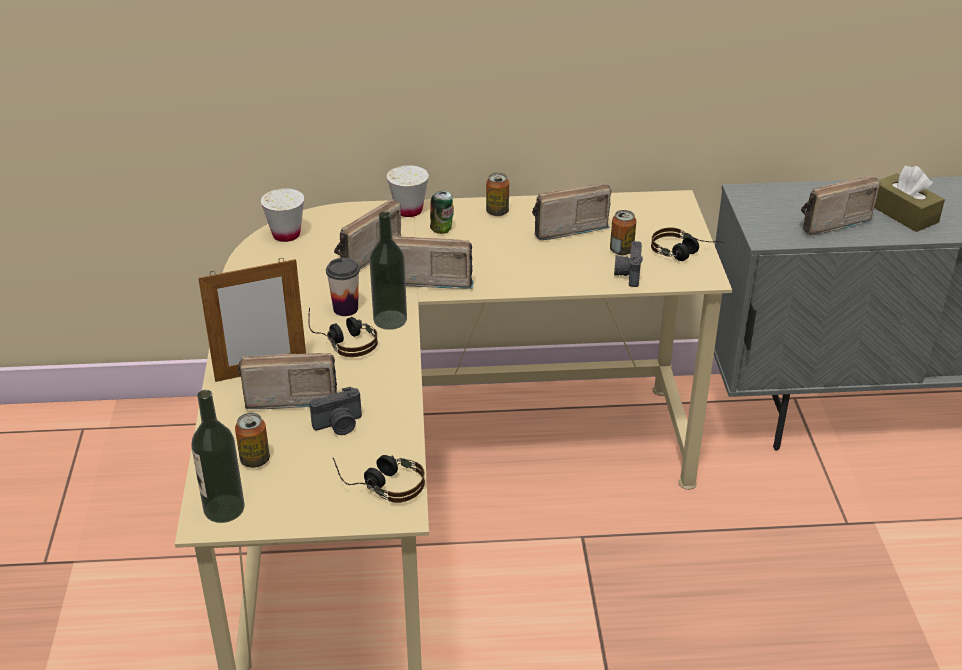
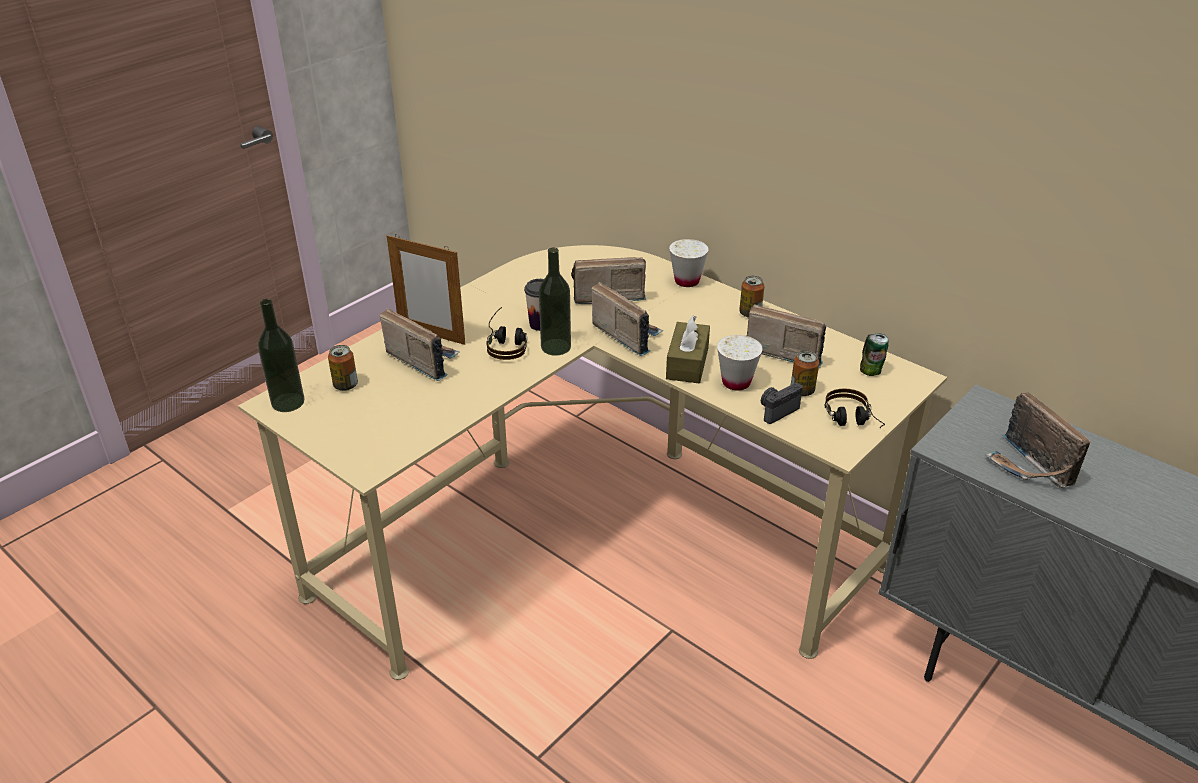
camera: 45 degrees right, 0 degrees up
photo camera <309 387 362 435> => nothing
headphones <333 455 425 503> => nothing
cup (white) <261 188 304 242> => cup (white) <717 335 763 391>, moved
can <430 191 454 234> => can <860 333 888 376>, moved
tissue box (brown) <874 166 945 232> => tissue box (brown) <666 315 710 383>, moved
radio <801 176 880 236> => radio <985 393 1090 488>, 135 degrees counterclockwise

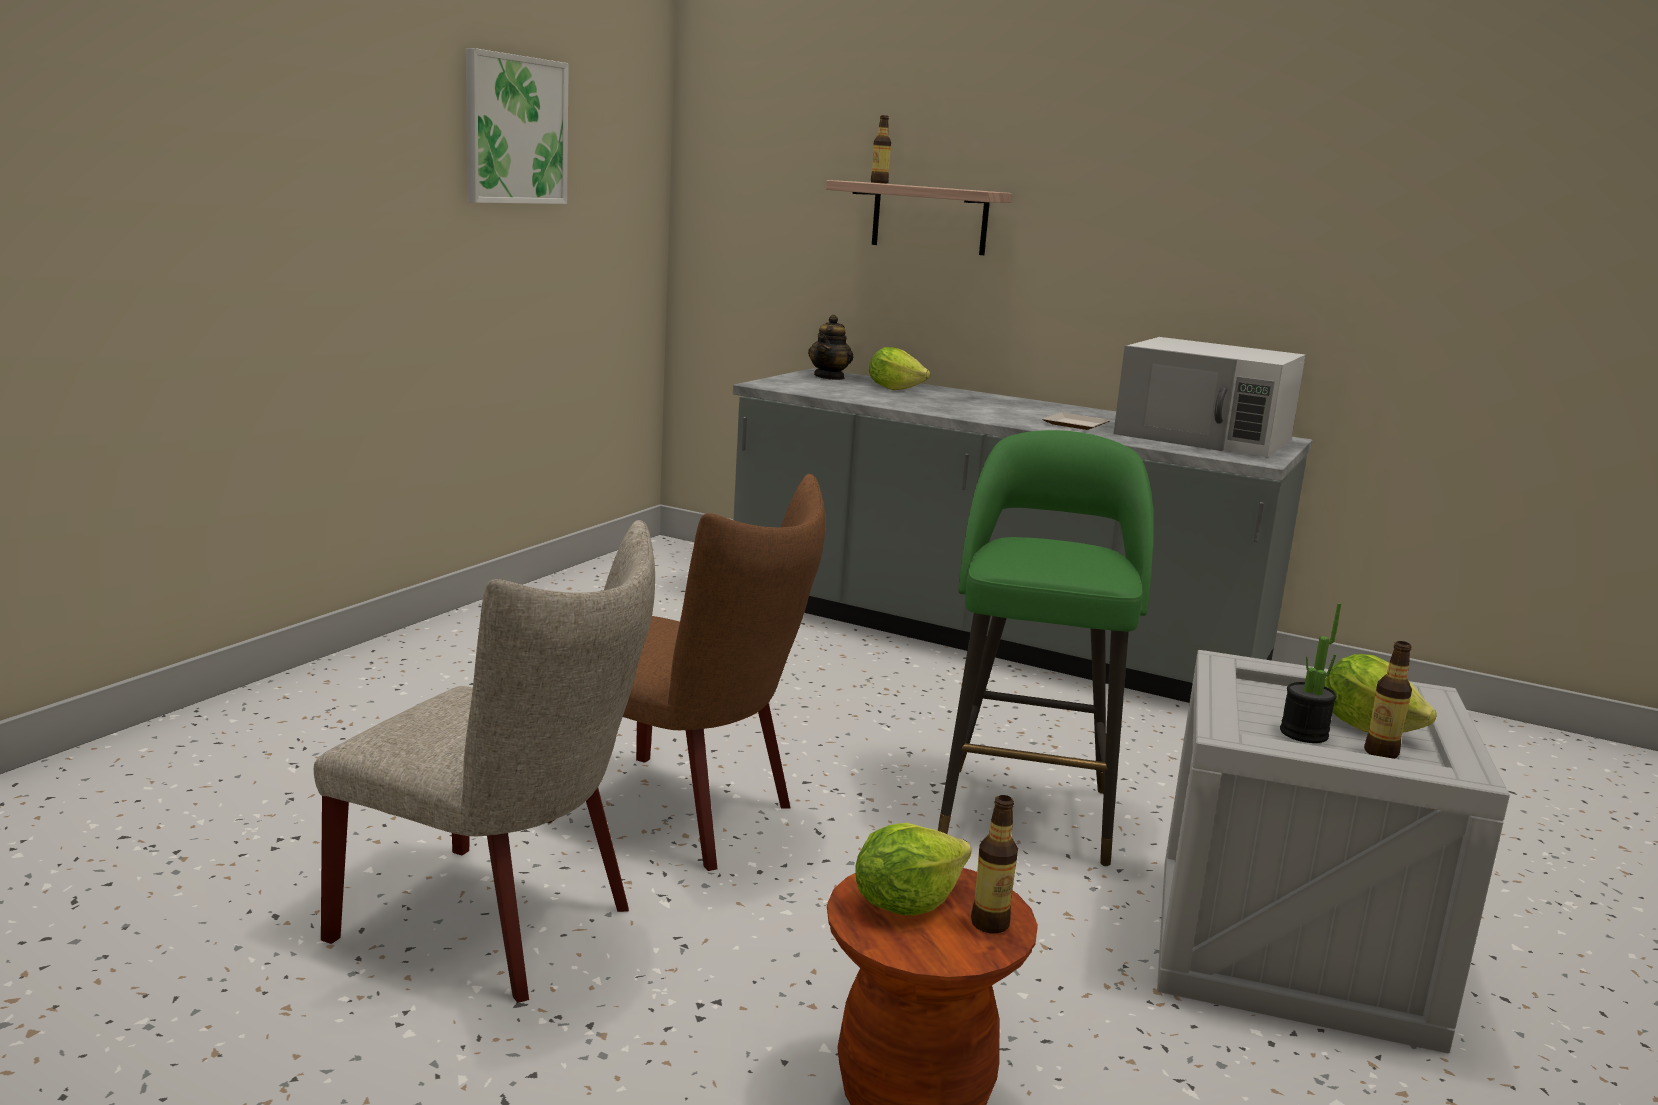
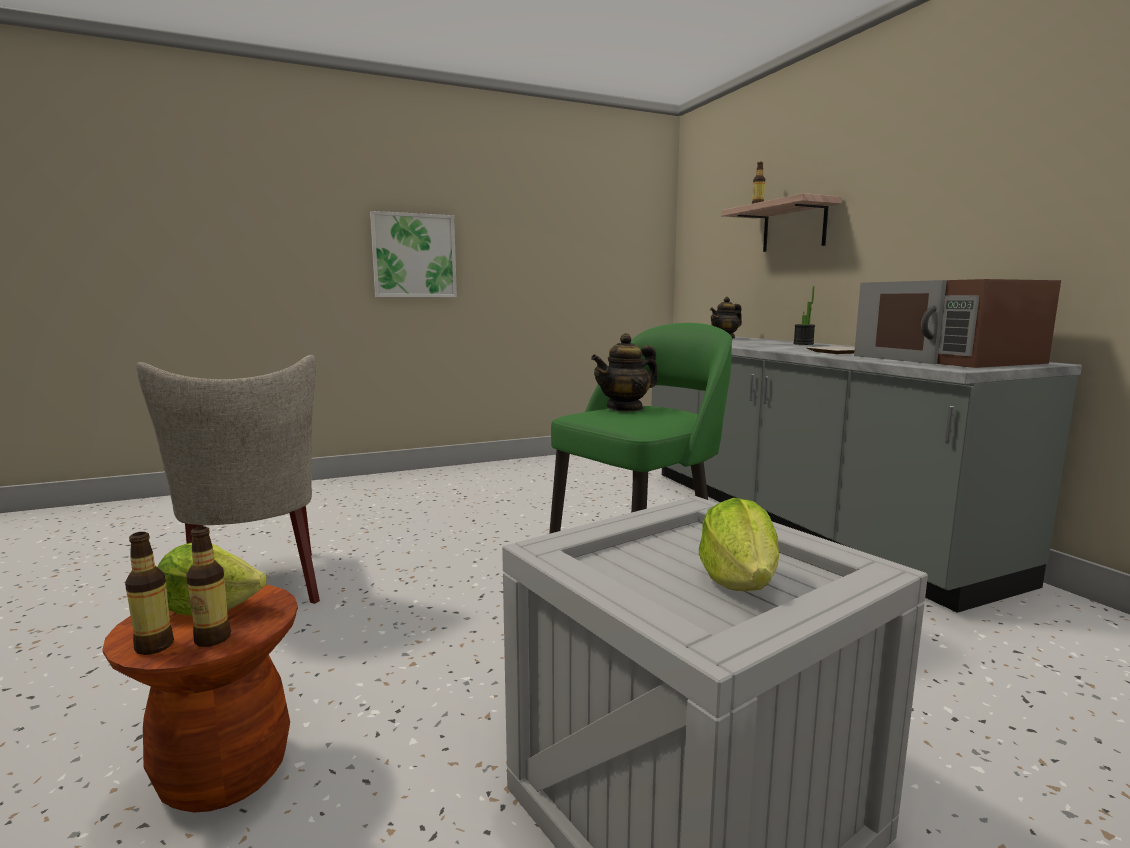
camera: 40 degrees right, 5 degrees down
chair (brown) <548 474 825 871> => nothing
lettuce <869 347 930 390> => nothing
nothing => teapot <591 333 658 412>
picture <466 48 569 204> => picture <370 211 457 297>, moved
potted plant <1280 603 1341 743> => potted plant <793 286 815 345>, moved
bottle <1364 641 1412 759> => bottle <125 532 174 655>, moved
microwave (white) <1113 337 1305 457> => microwave (brown) <854 279 1061 368>

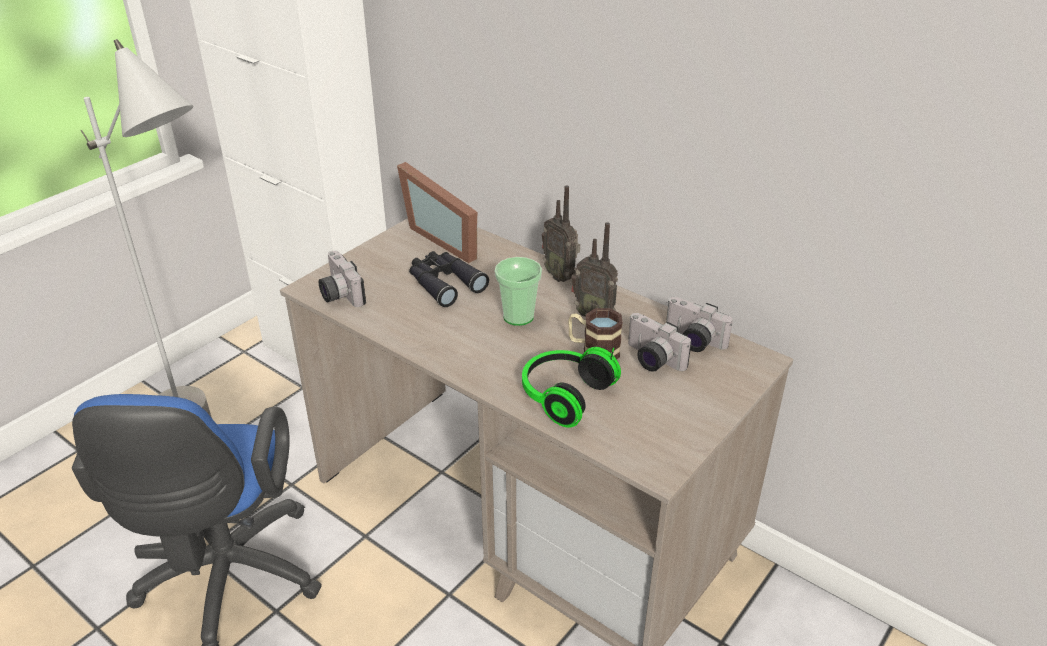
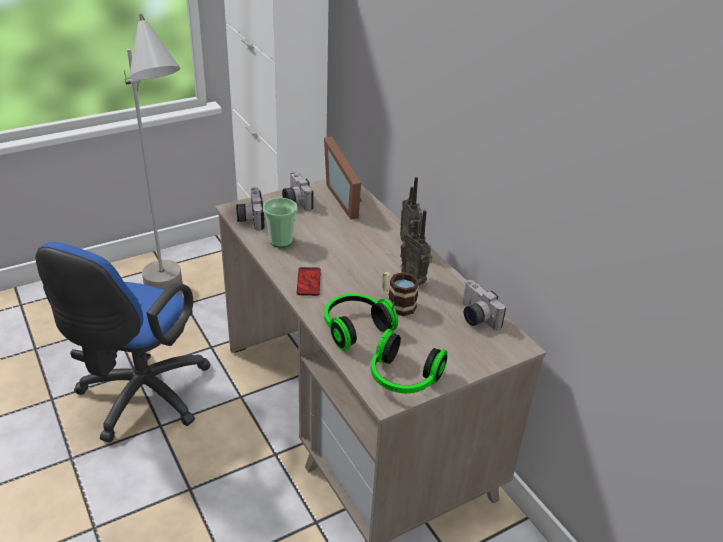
camera: 20 degrees right, 0 degrees up
binoculars (black) <409 251 489 307> => nothing
nothing => phone <297 267 321 296>
nothing => headphones <371 322 448 393>
cup <495 257 542 326> => cup <263 198 297 248>, moved
photo camera <628 313 691 372> => photo camera <282 171 313 211>, moved

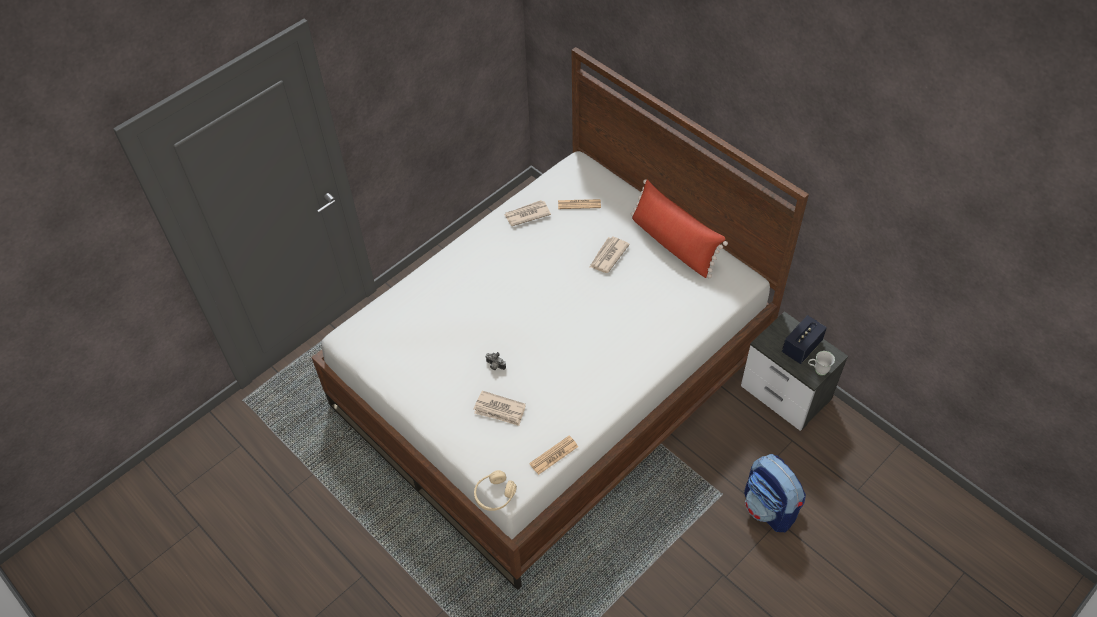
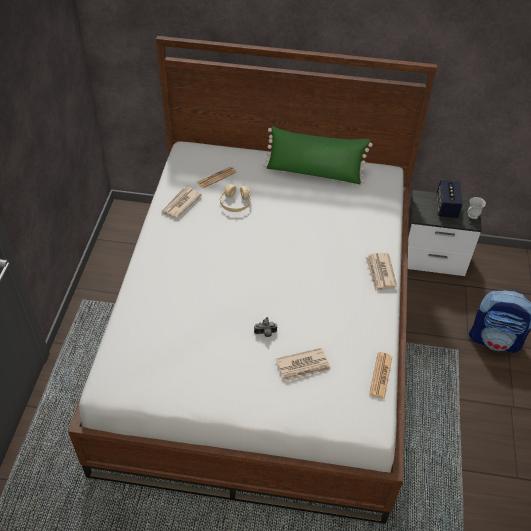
camera: 40 degrees left, 5 degrees down
headphones (beige) <474 470 517 511> => headphones (beige) <220 184 251 212>, moved
newspaper <590 236 630 273> => newspaper <365 253 397 291>, moved
pillow (red) <631 179 728 278> => pillow (green) <263 126 373 184>

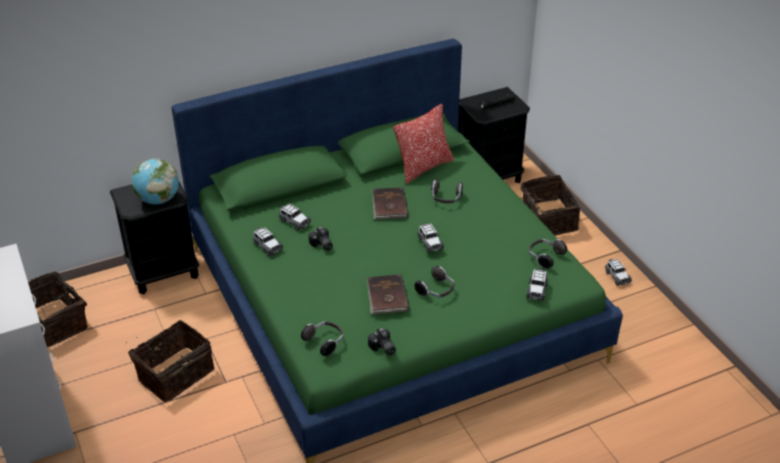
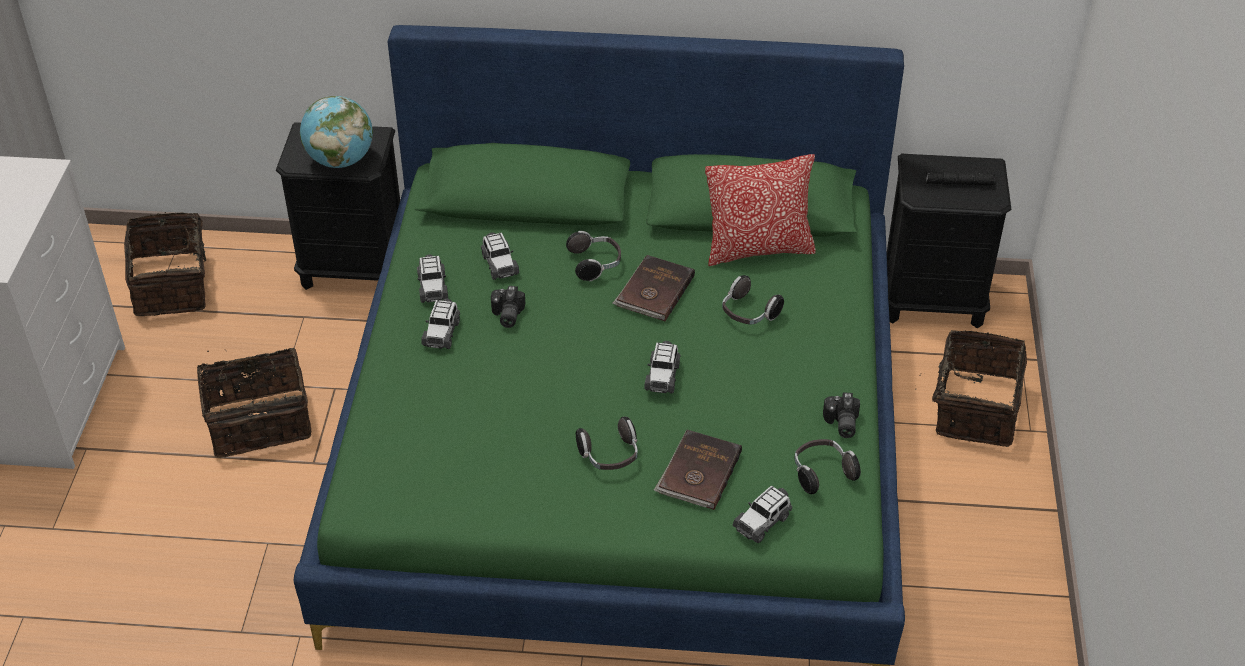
camera: 30 degrees right, 5 degrees up
headphones <301 321 343 356> => headphones <566 231 621 281>, moved
book (brown) <367 274 409 314> => book (brown) <654 430 742 510>, moved
photo camera <368 327 396 356> => photo camera <823 393 860 438>, moved
toy car <605 259 632 286> => toy car <421 299 460 349>, moved

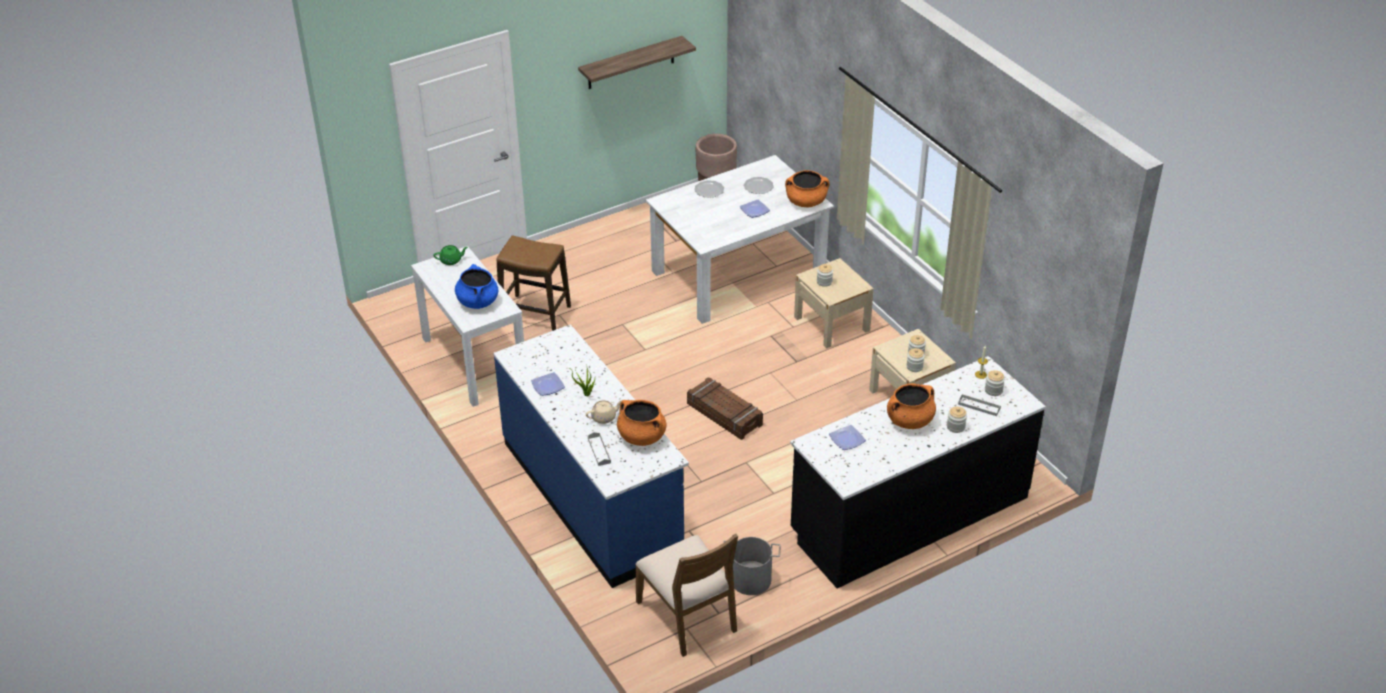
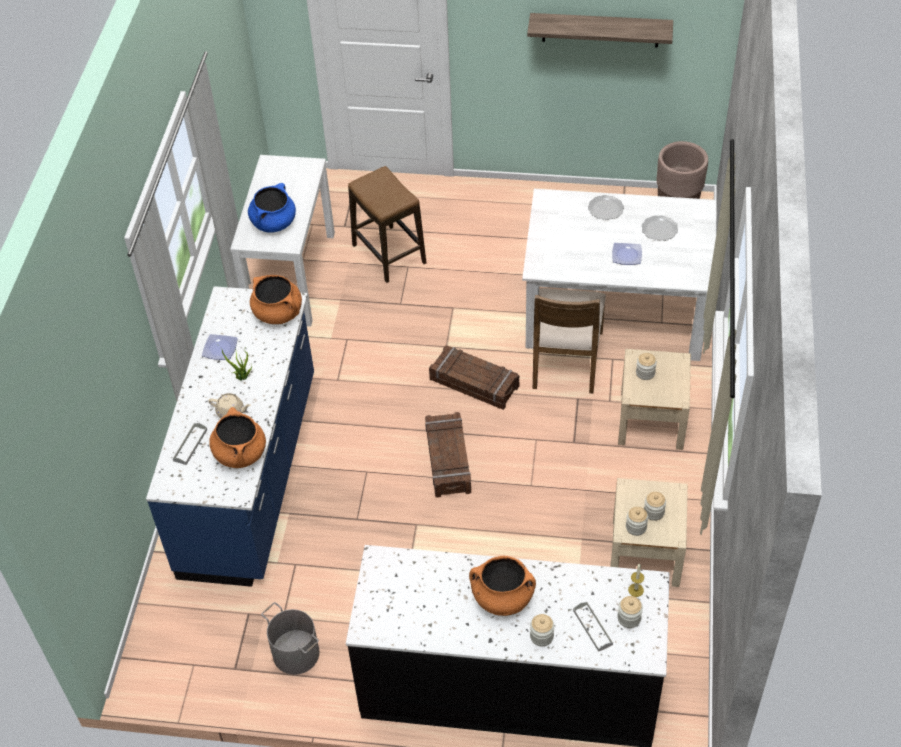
camera: 40 degrees right, 10 degrees up
teapot (green) <434 245 468 265> => nothing
plate <829 425 866 450> => nothing
nothing => crate <429 345 519 410>
chair (brown) <635 534 738 657> => chair (brown) <533 288 606 393>, moved
cooking pot (orange) <785 170 830 207> => cooking pot (orange) <250 275 302 324>, moved

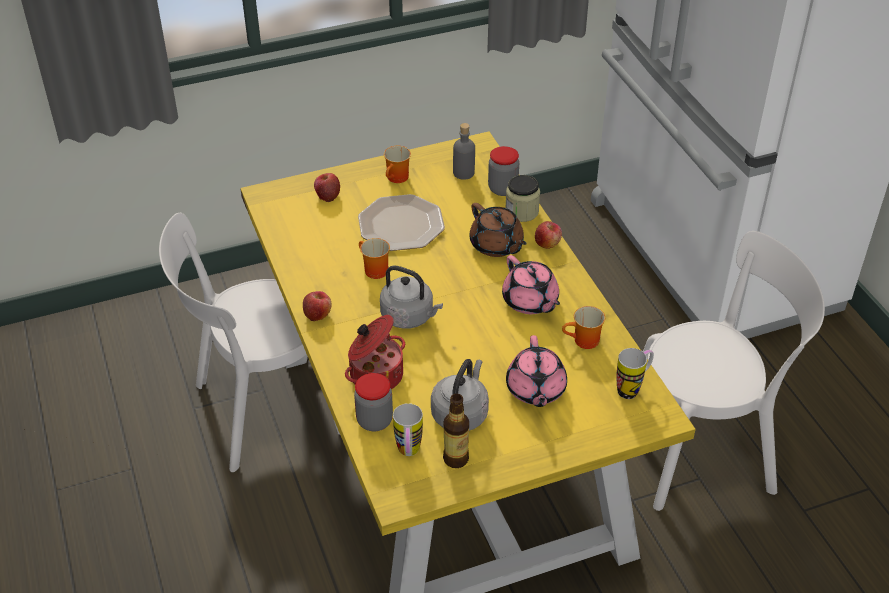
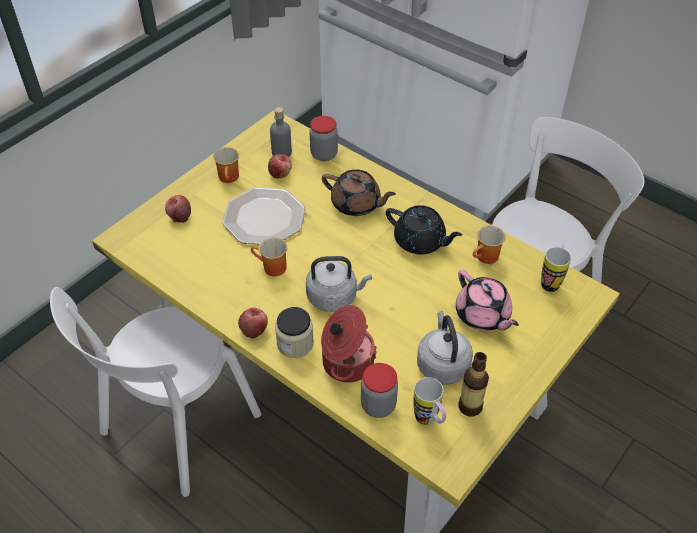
camera: 30 degrees left, 5 degrees up
jar <506 175 540 222> => jar <275 307 314 358>, moved
apple <535 221 562 249> => apple <268 154 292 179>, moved
teapot (pink) <502 255 560 314> => teapot (black) <386 205 463 255>

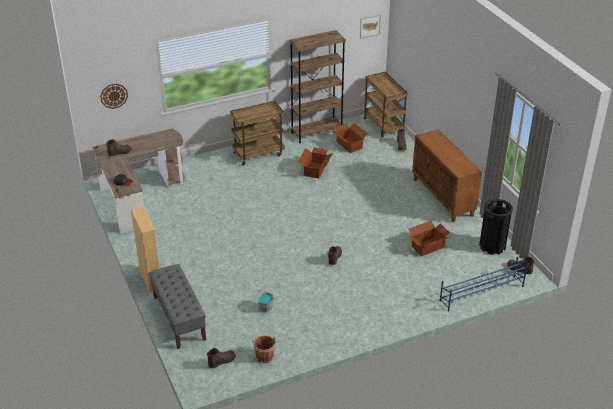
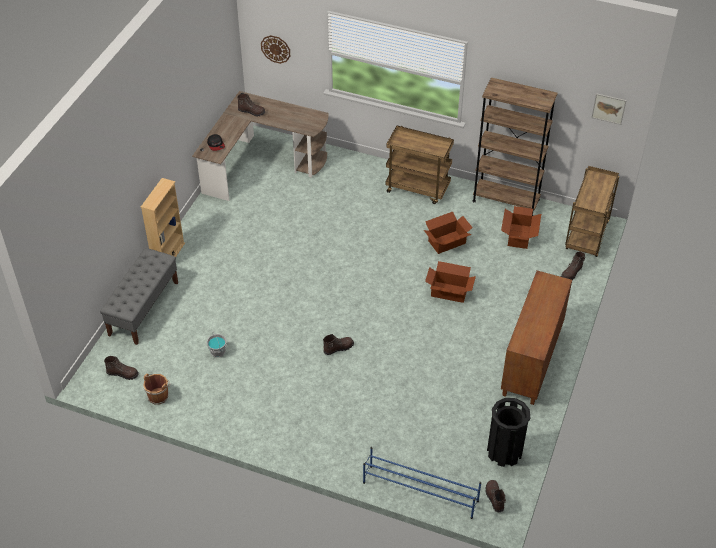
camera: 45 degrees right, 10 degrees up
cardboard box <409 220 450 256> => cardboard box <425 261 476 303>, moved

